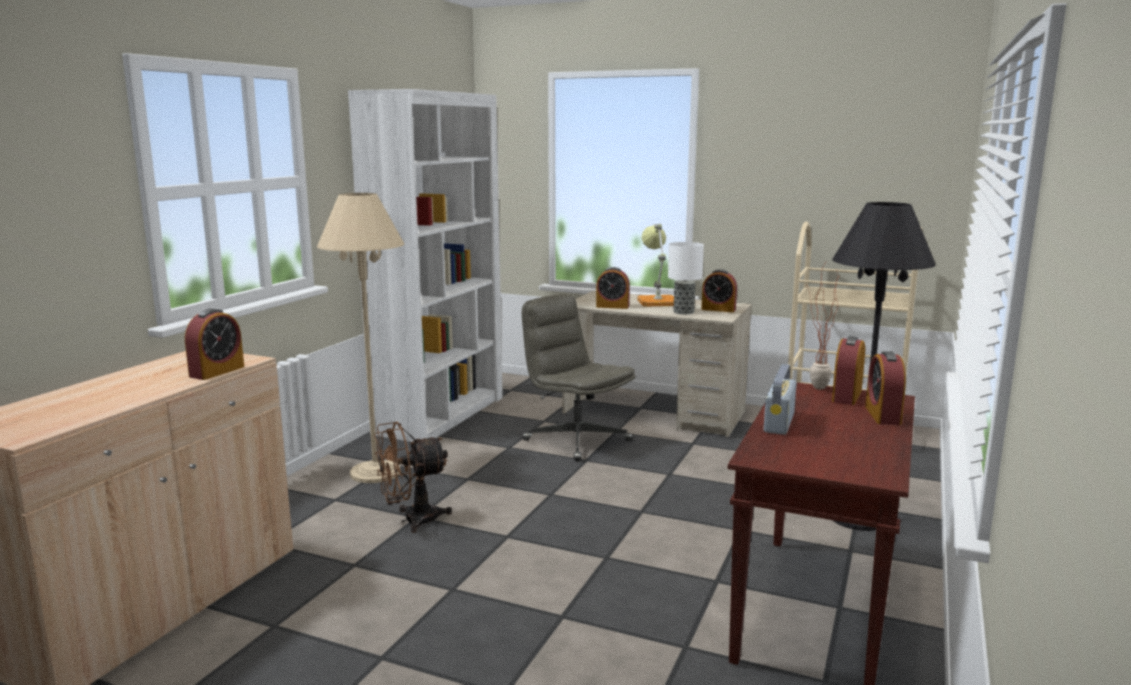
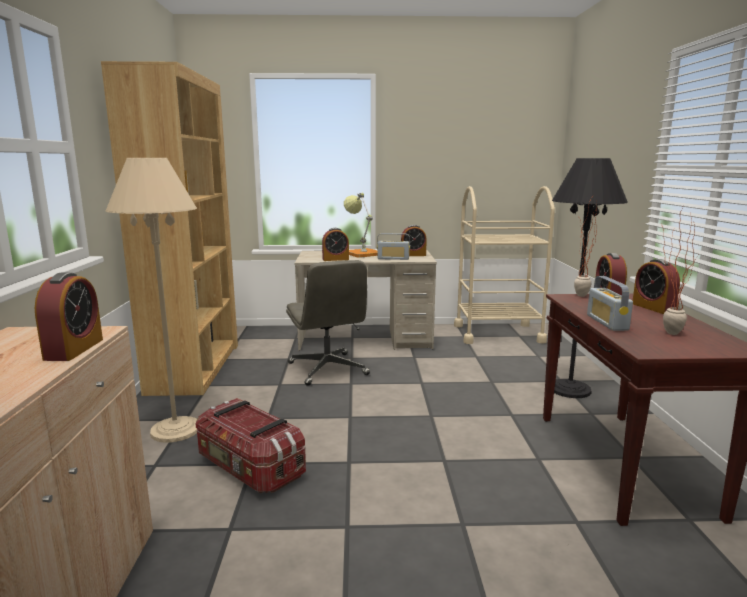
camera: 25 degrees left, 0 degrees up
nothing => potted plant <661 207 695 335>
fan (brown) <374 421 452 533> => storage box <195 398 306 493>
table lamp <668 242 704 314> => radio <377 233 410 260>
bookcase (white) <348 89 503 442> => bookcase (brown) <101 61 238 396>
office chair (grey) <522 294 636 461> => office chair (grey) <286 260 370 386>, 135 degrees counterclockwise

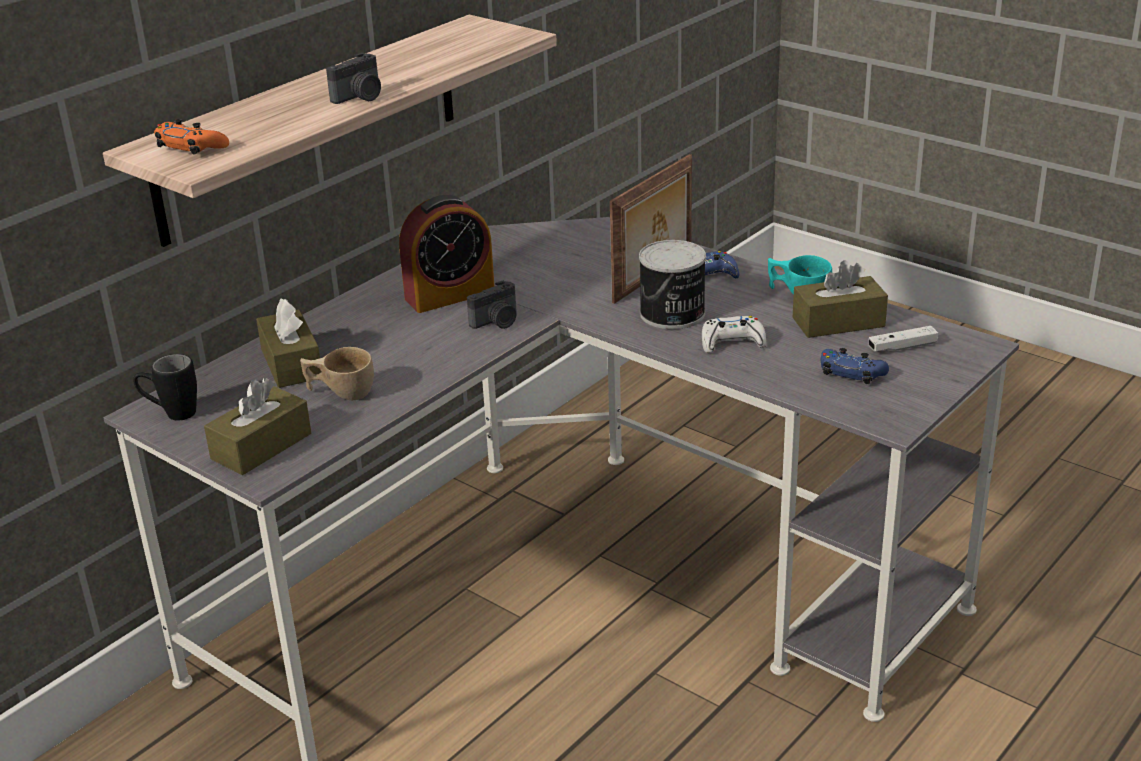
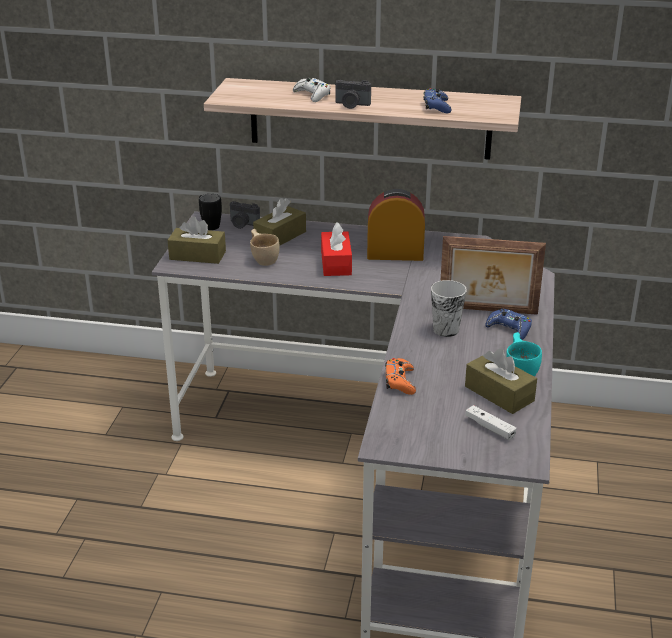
camera: 60 degrees right, 0 degrees up
nothing => tissue box (red) <321 222 352 276>
game controller (orange) <154 119 229 155> => game controller (orange) <385 358 416 395>, moved
photo camera <467 280 517 329> => photo camera <230 201 260 229>, moved
game controller (white) <702 316 766 353> => game controller (white) <293 78 330 102>, moved
game controller (blue) <820 348 889 384> => game controller (blue) <423 88 452 113>, moved
can <639 240 706 329> => cup <431 280 467 337>
alarm clock <399 195 494 313> => alarm clock <367 189 425 261>, 150 degrees clockwise

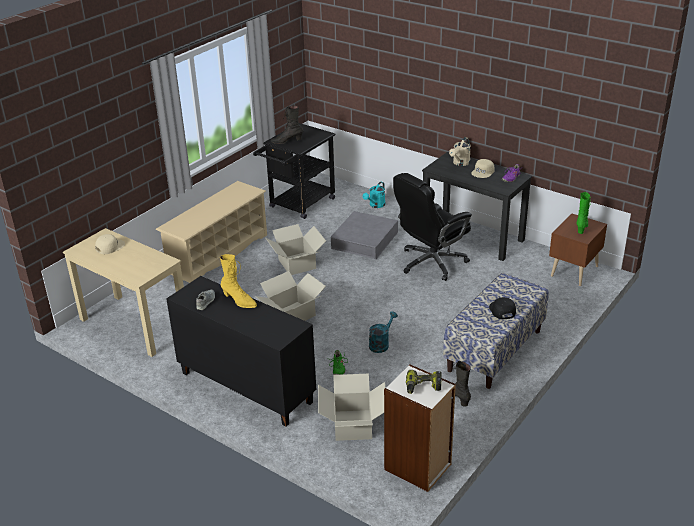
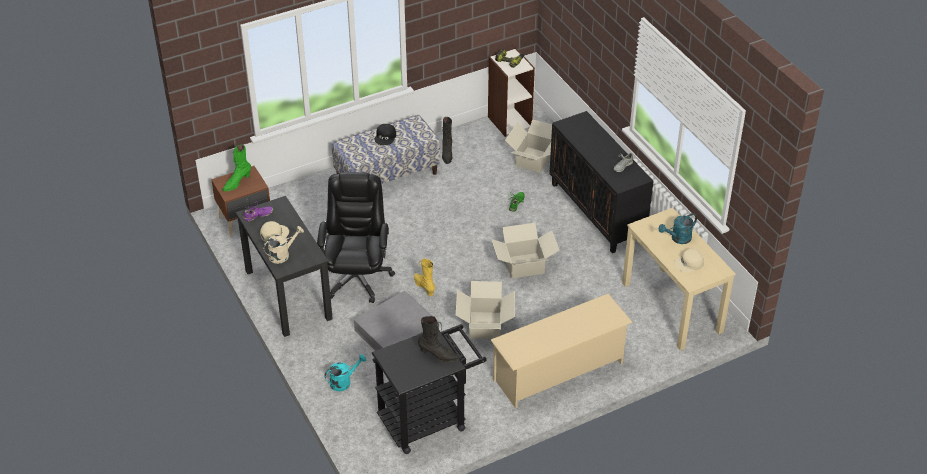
camera: 155 degrees left, 10 degrees up
boot (yellow) <220 254 257 308> => boot (yellow) <414 258 435 296>, moved
watering can (turquoise) <369 311 398 353> => watering can (turquoise) <659 213 697 244>, moved
office chair (black) <393 173 472 281> => office chair (black) <317 172 395 303>, 75 degrees counterclockwise

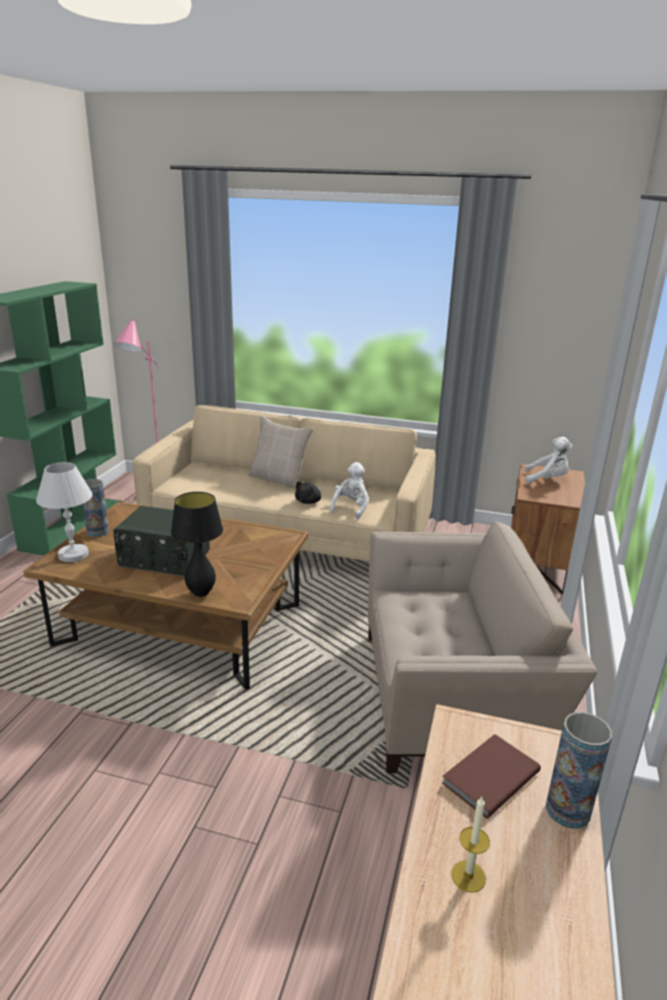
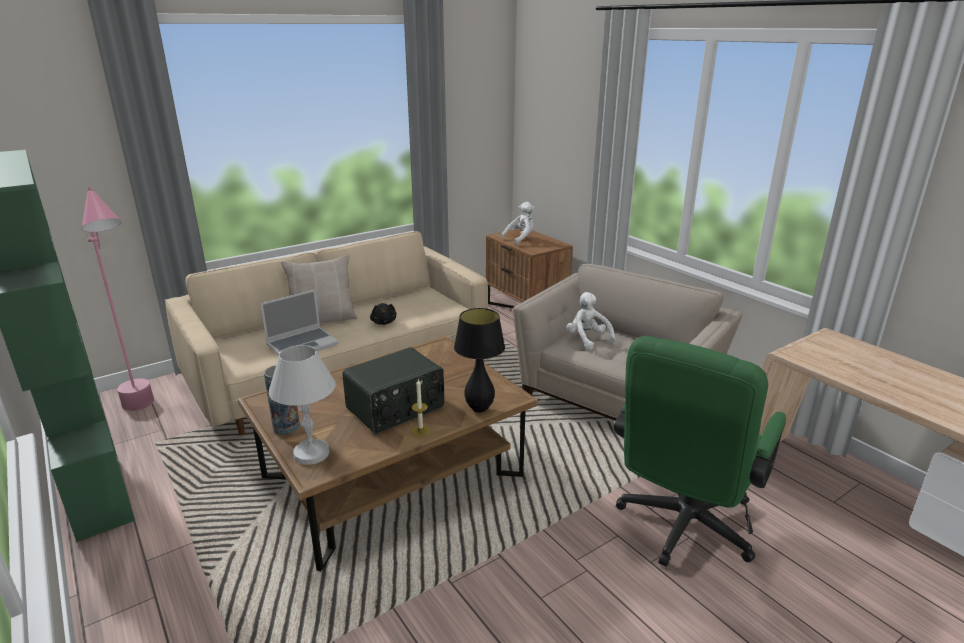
camera: 50 degrees left, 0 degrees up
book (brown) <442 734 541 819> => nothing
vase <546 712 612 829> => nothing
nothing => laptop <260 290 339 355>
nothing => office chair (green) <614 336 786 567>
plush toy (white) <329 462 369 520> => plush toy (white) <567 292 616 350>, moved
candle <451 797 490 893> => candle <412 379 430 437>, moved

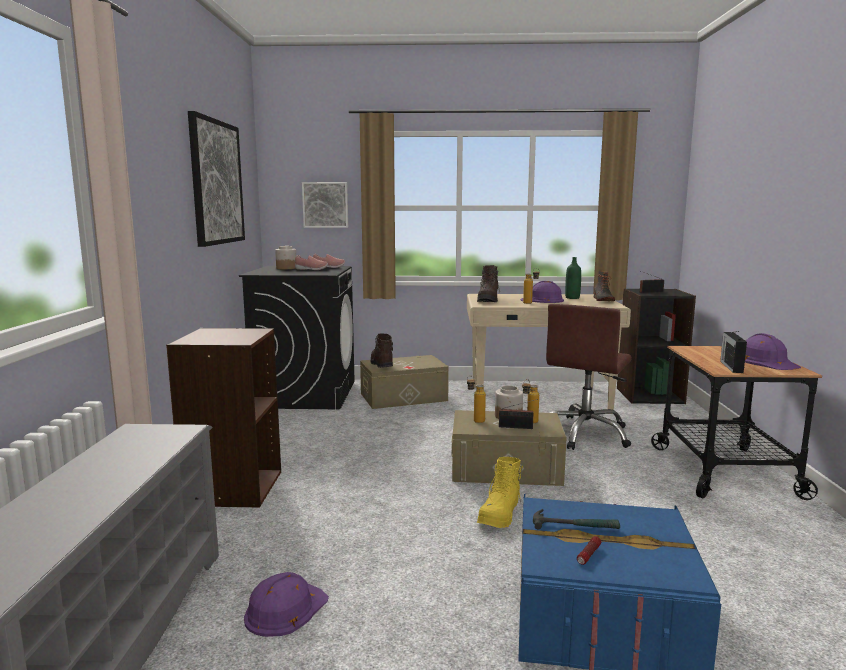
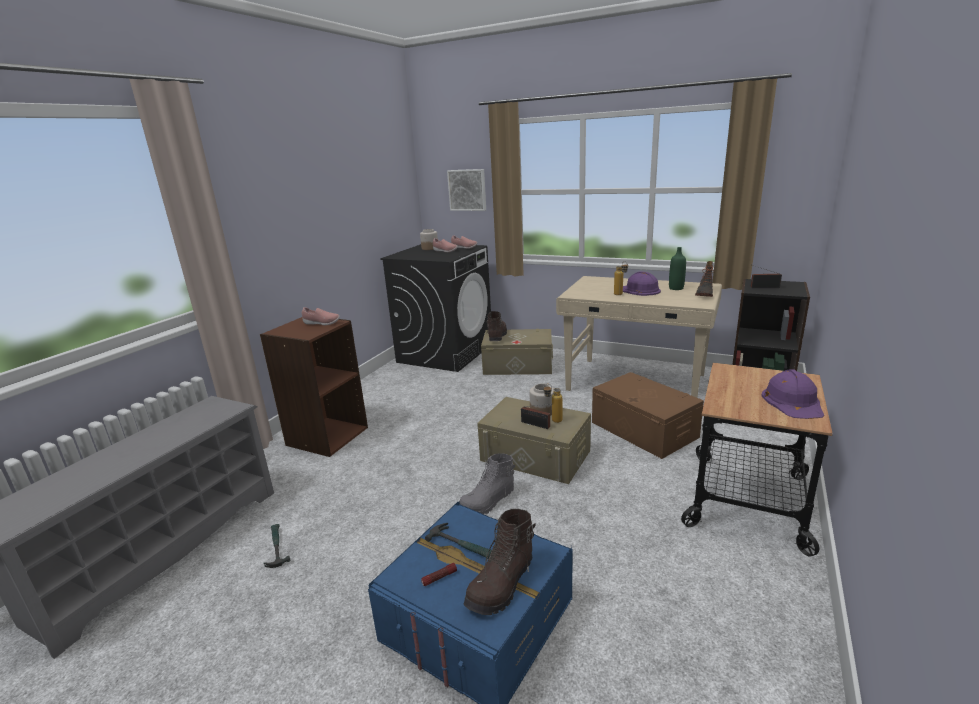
camera: 25 degrees right, 10 degrees up
picture <188 111 245 247> => nothing
bottle <467 376 486 423> => nothing
radio <720 331 747 373> => nothing
nothing => shoe (pink) <302 307 340 325>
boot (brown) <477 265 500 302> => boot (brown) <464 509 536 615>, moved
hard hat (purple) <244 572 329 637> => hammer <264 524 291 568>
office chair (brown) <546 304 632 450> => storage box (brown) <592 372 704 459>
boot (yellow) <477 457 523 528> => boot (grey) <459 453 515 515>

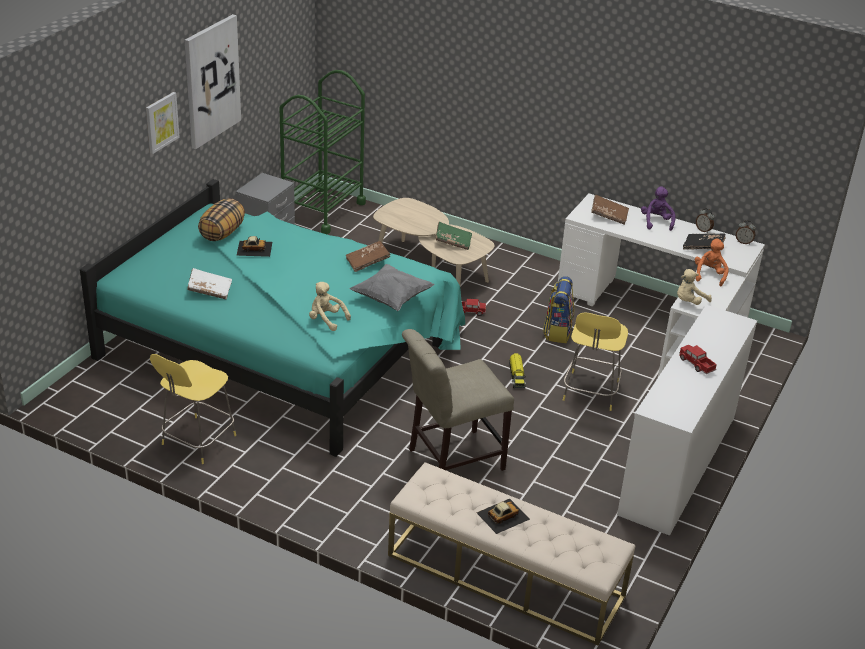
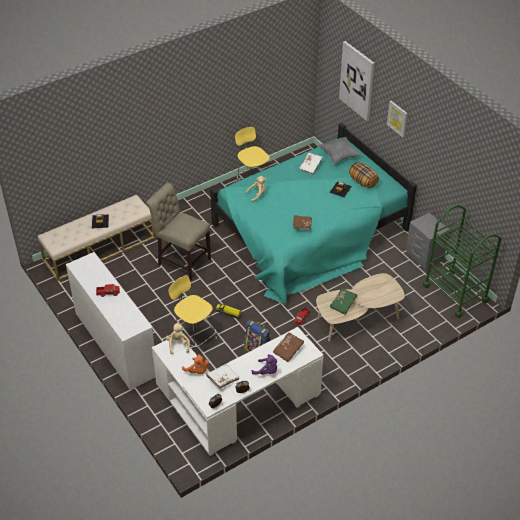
camera: 120 degrees right, 10 degrees up
picture <184 14 241 149> => picture <339 41 375 121>, moved
pillow (grey) <349 264 435 311> => pillow (grey) <318 137 362 164>, moved
book (black) <683 234 726 250> => book (white) <207 364 239 389>
chair (beige) <402 329 514 471> => chair (beige) <146 183 211 280>, 60 degrees counterclockwise

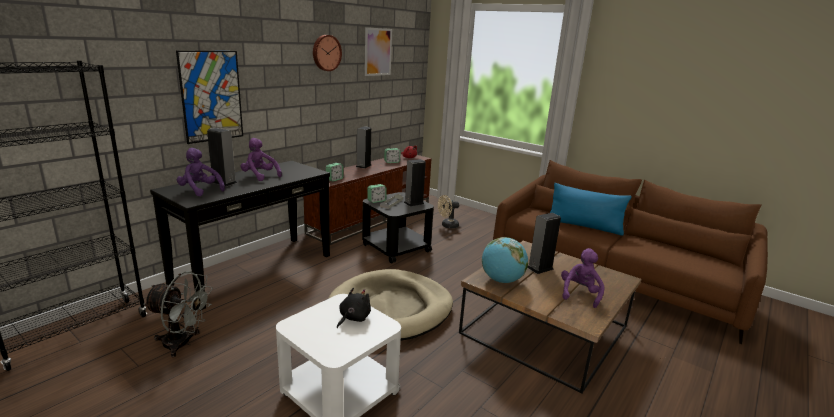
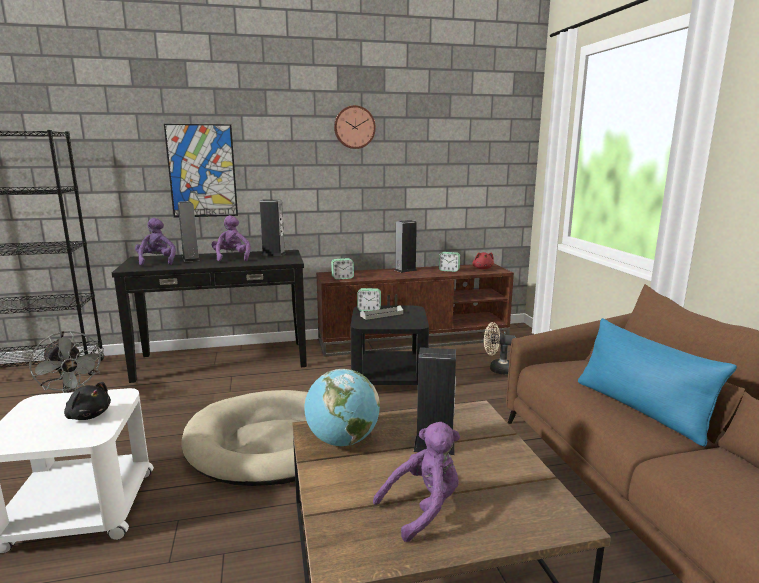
camera: 40 degrees right, 5 degrees down
picture <365 27 392 76> => nothing
speaker <404 159 426 206> => speaker <260 199 286 256>, moved
plush toy (black) <337 287 371 328> => plush toy (black) <64 382 111 420>, 45 degrees clockwise

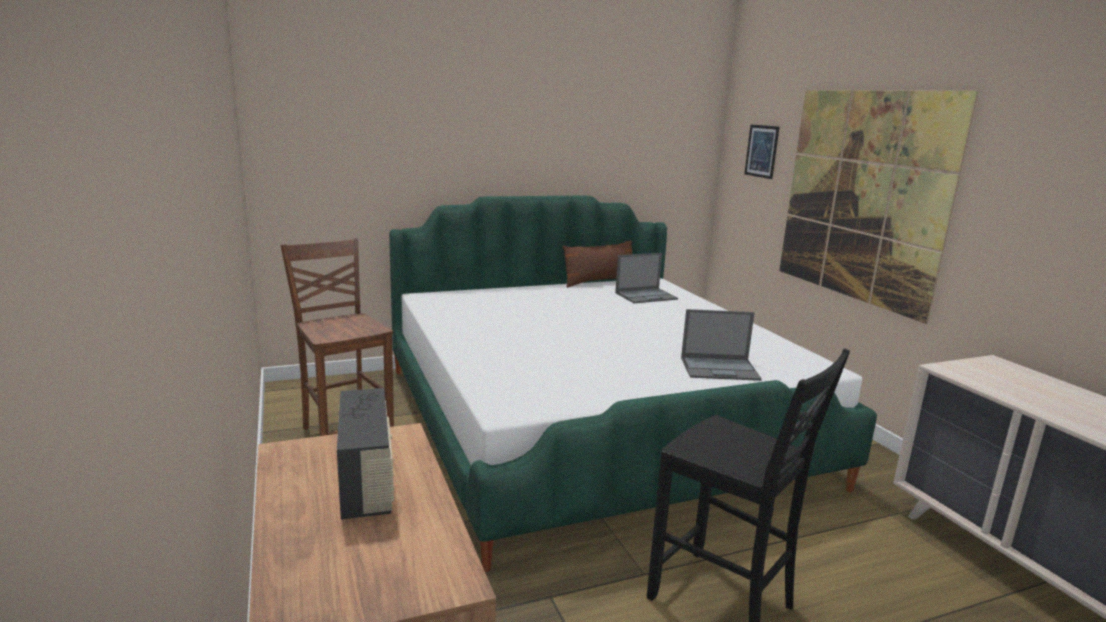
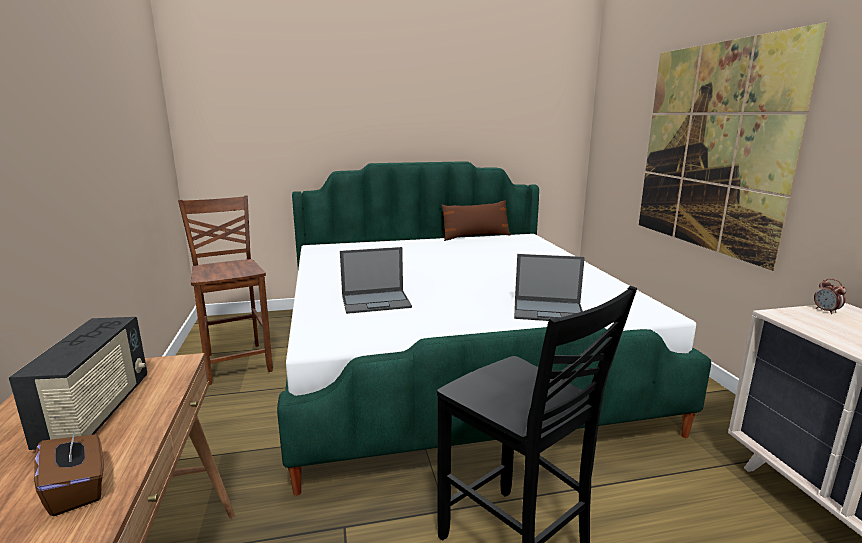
camera: 10 degrees right, 0 degrees up
picture <744 125 779 179> => nothing
nothing => tissue box (brown) <34 425 104 516>
nothing => alarm clock <814 278 846 314>
laptop <615 253 678 303> => laptop <340 247 412 314>, moved

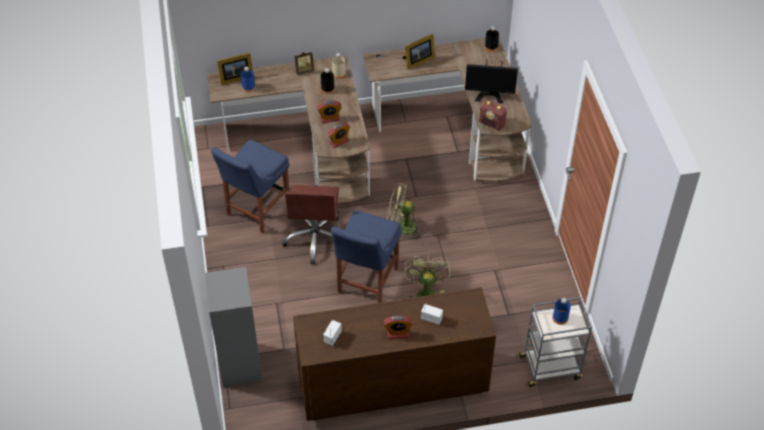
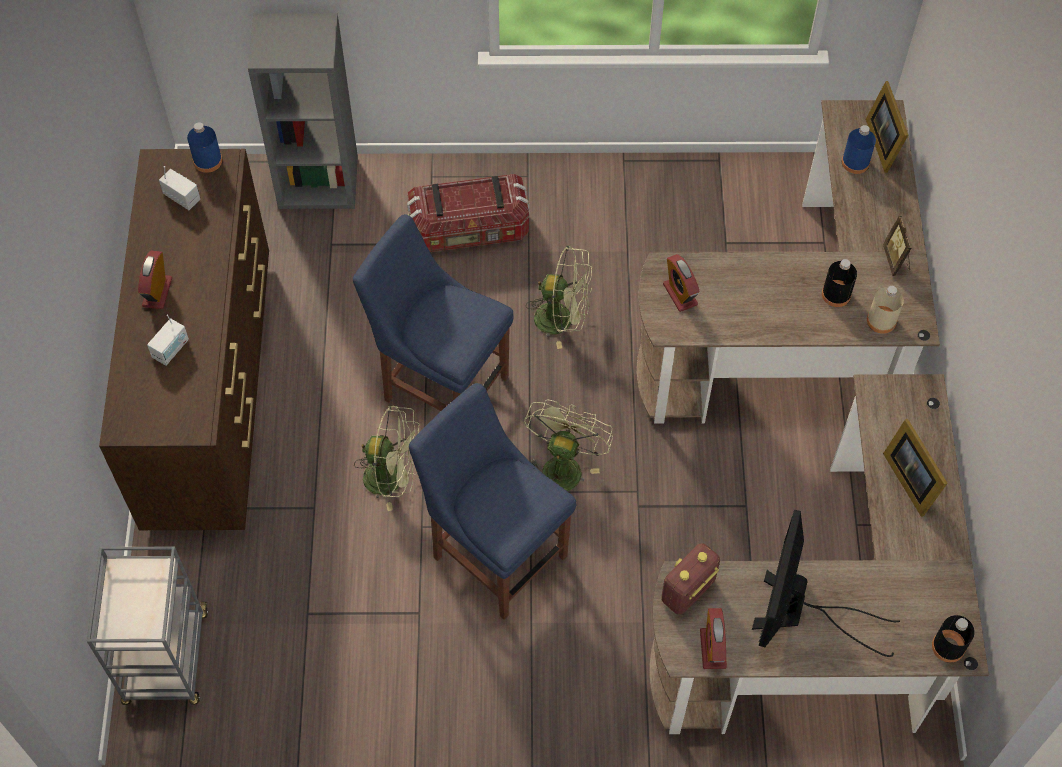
camera: 100 degrees right, 10 degrees up
nothing => storage box <407 174 529 252>
chair (blue) <211 140 289 233> => chair (blue) <409 383 576 620>, moved
alarm clock <317 101 341 123> => alarm clock <700 608 727 669>, moved
bottle (blue) <552 298 571 325> => bottle (blue) <187 122 222 173>, moved
office chair (brown) <282 185 340 265> => fan (green) <526 246 592 349>

